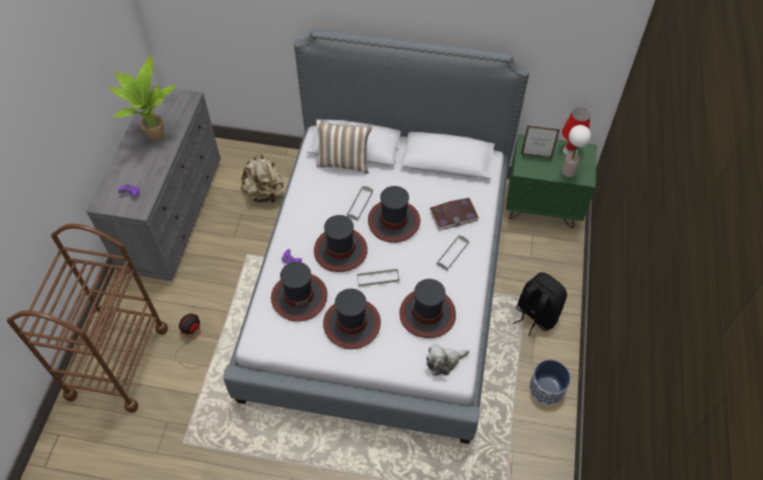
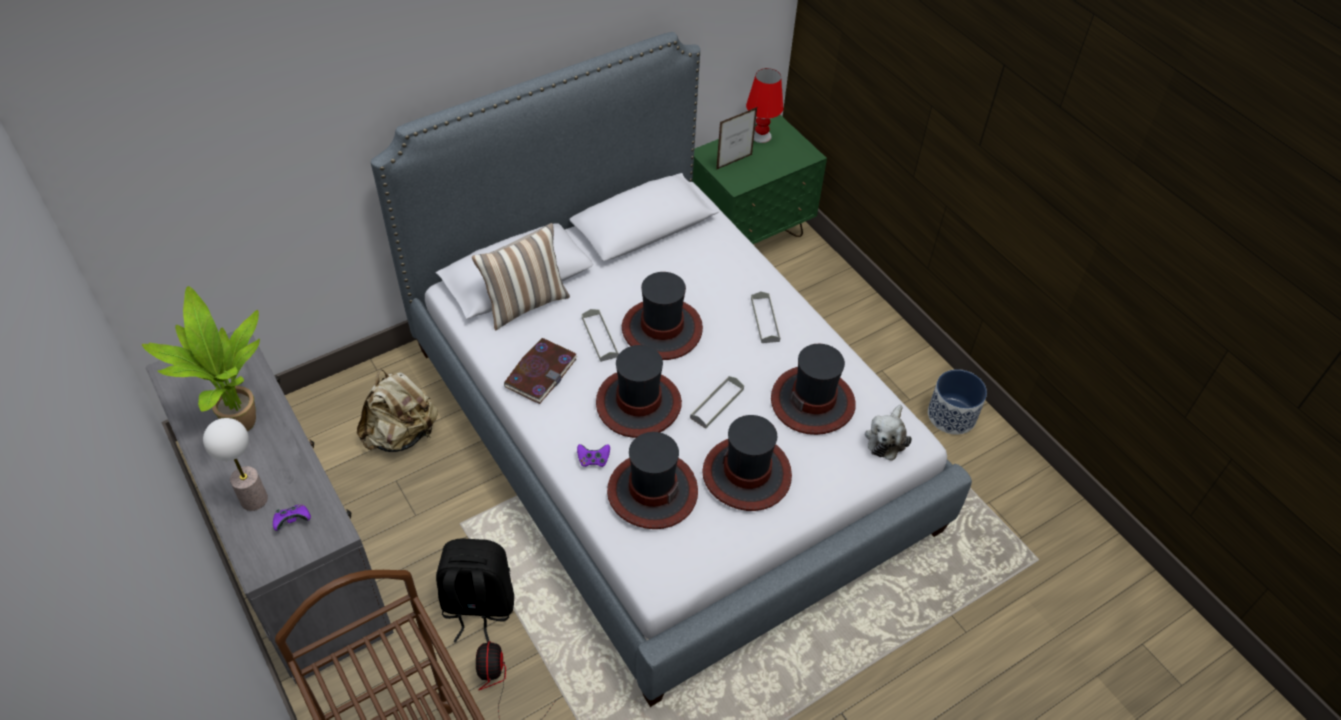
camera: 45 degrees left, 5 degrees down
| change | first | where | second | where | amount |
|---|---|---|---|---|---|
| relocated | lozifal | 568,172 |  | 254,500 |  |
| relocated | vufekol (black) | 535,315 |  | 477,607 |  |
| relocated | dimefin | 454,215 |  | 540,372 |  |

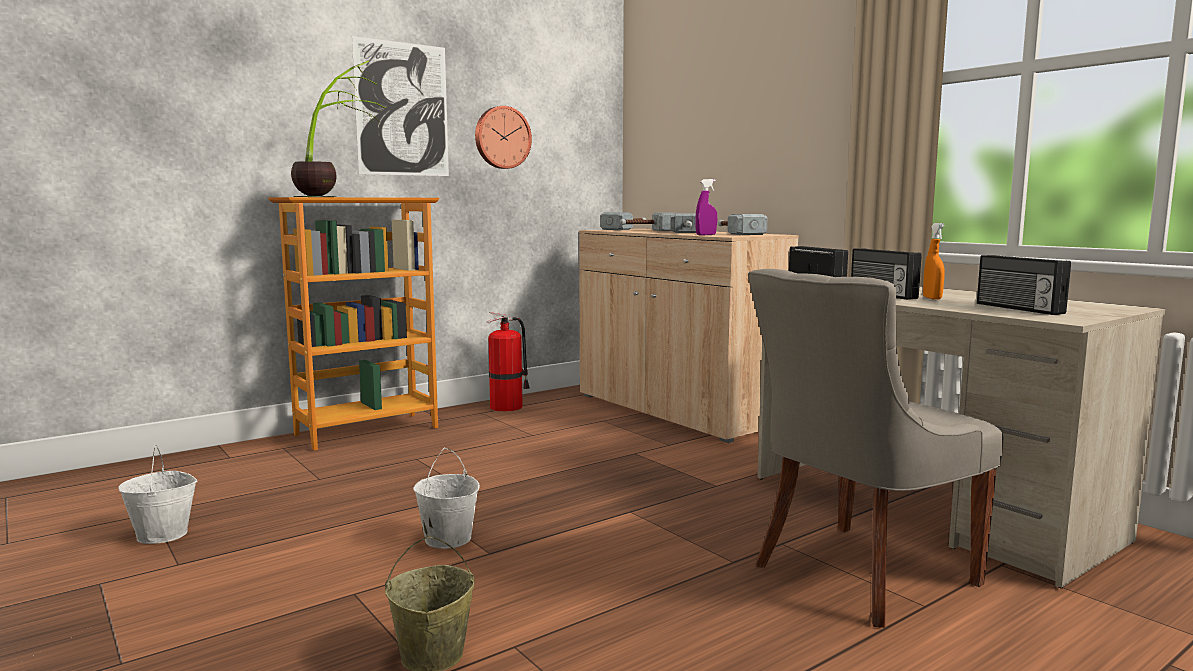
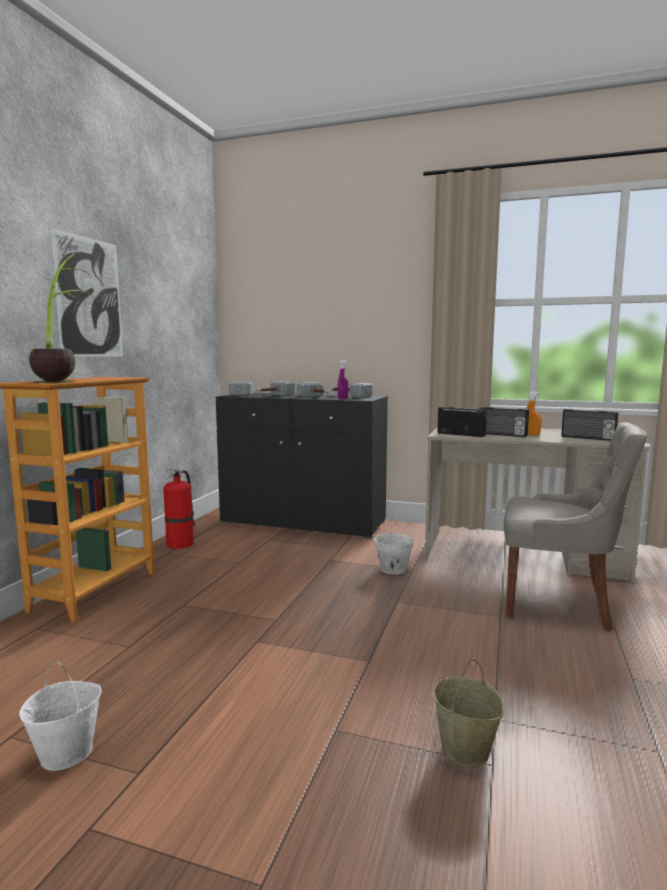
camera: 35 degrees left, 0 degrees up
| change | first | where | second | where | amount |
|---|---|---|---|---|---|
| colour | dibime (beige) | 676,410 | dibime (black) | 303,522 |  |
| relocated | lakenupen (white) | 447,539 |  | 392,569 |  |
| spun | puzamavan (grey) | 858,574 |  | 559,603 | 90 degrees counterclockwise |
| missing | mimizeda | 502,137 |  |  |  |

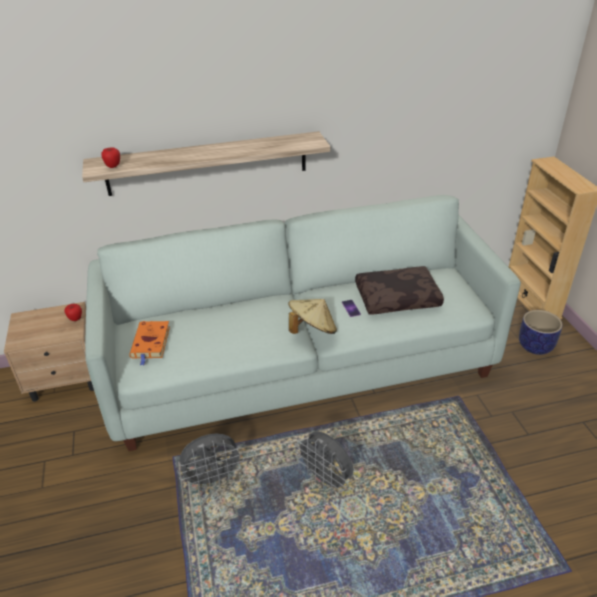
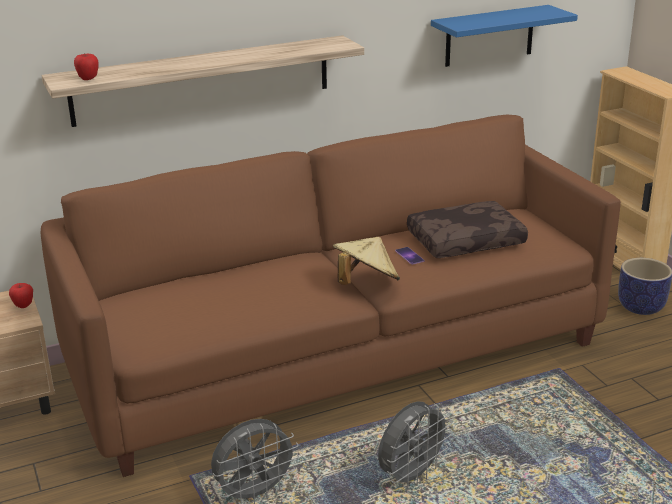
camera: 10 degrees left, 10 degrees down
| change | first | where | second | where | amount |
|---|---|---|---|---|---|
| colour | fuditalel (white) | 300,364 | fuditalel (brown) | 337,355 |  |
| spun | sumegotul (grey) | 326,479 |  | 411,476 | 75 degrees counterclockwise |
| appeared |  |  | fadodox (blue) | 489,36 |  |
| missing | dimefin (orange) | 151,343 |  |  |  |

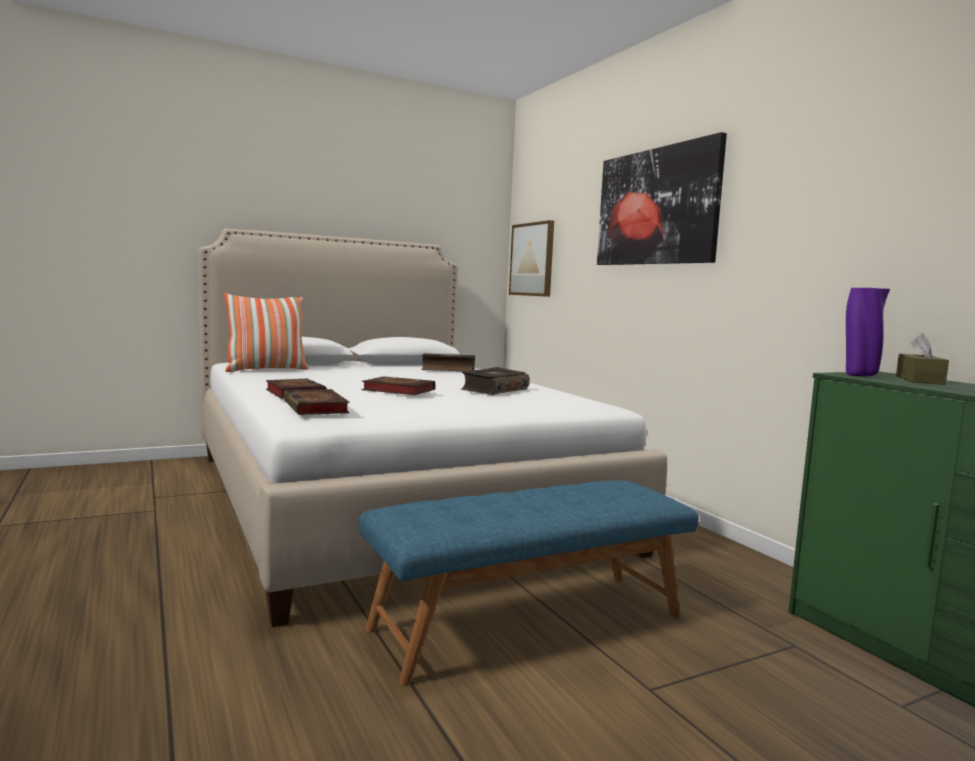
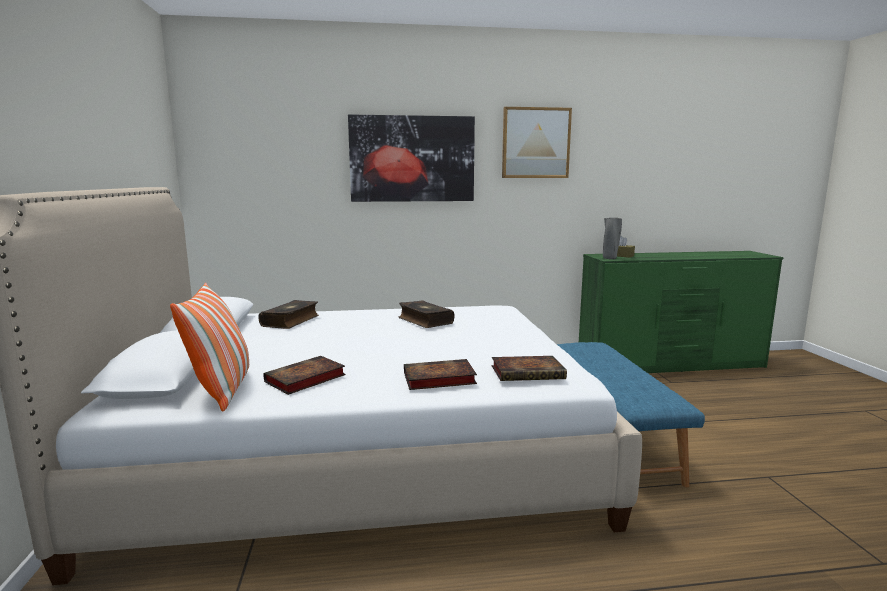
camera: 70 degrees left, 5 degrees up
| change | first | where | second | where | amount |
|---|---|---|---|---|---|
| relocated | dimefin | 396,390 |  | 304,379 |  |
| relocated | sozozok | 532,259 |  | 535,143 |  |
| colour | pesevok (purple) | 859,375 | pesevok (grey) | 610,258 |  |

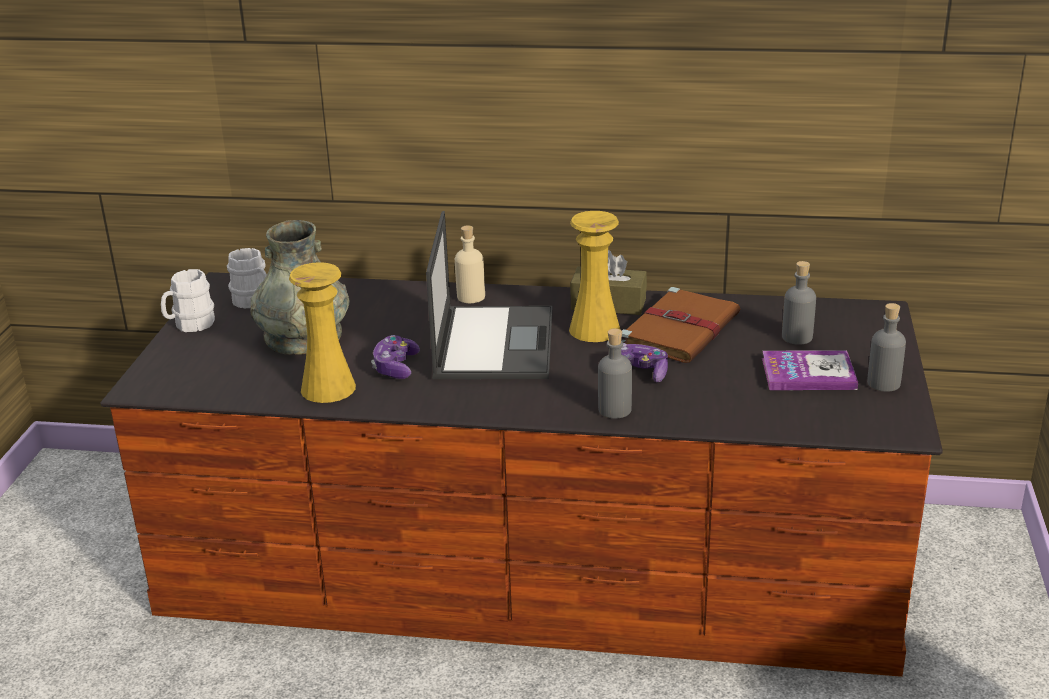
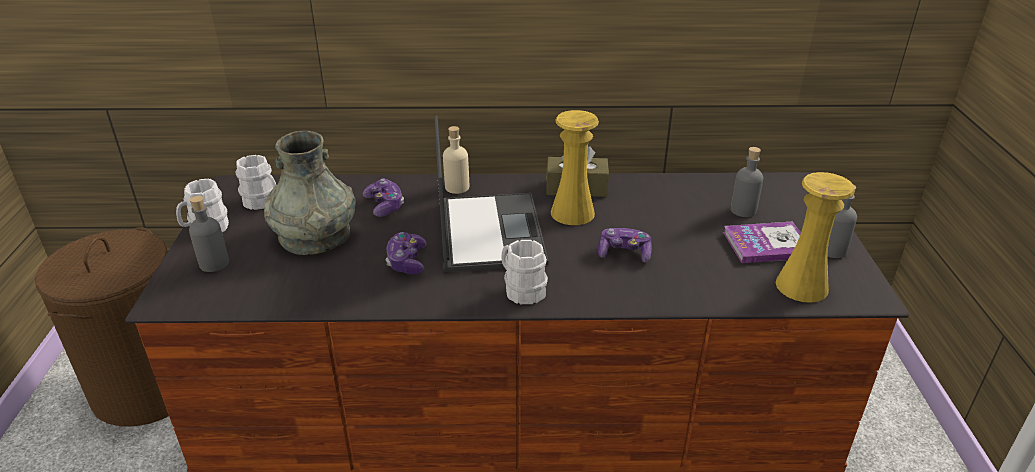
camera: 10 degrees left, 5 degrees up
| change | first | where | second | where | amount |
|---|---|---|---|---|---|
| appeared |  |  | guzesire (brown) | 149,387 |  |
| relocated | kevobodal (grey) | 614,410 |  | 214,263 |  |
| appeared |  |  | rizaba | 385,205 |  |
| appeared |  |  | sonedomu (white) | 521,289 |  |
| relocated | pesevok (yellow) | 328,388 |  | 801,286 |  |
| missing | dimefin (brown) | 681,329 |  |  |  |

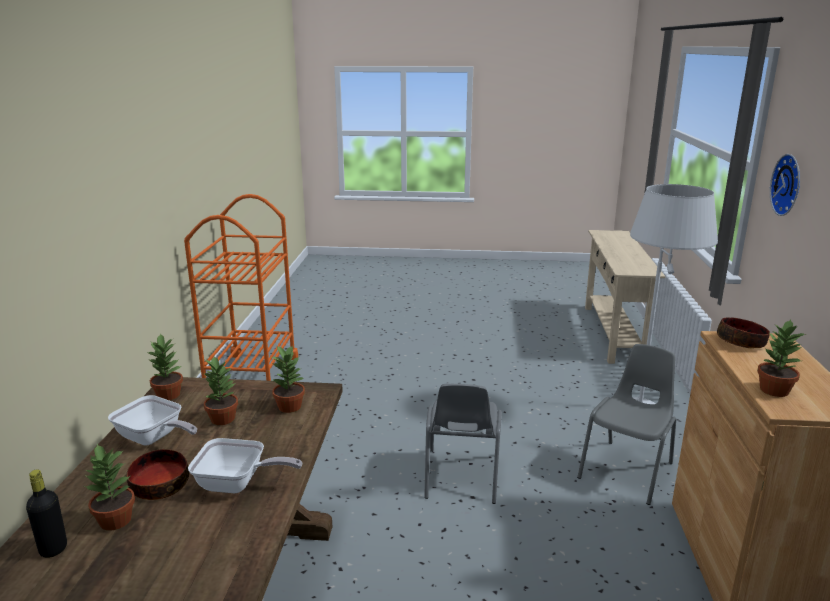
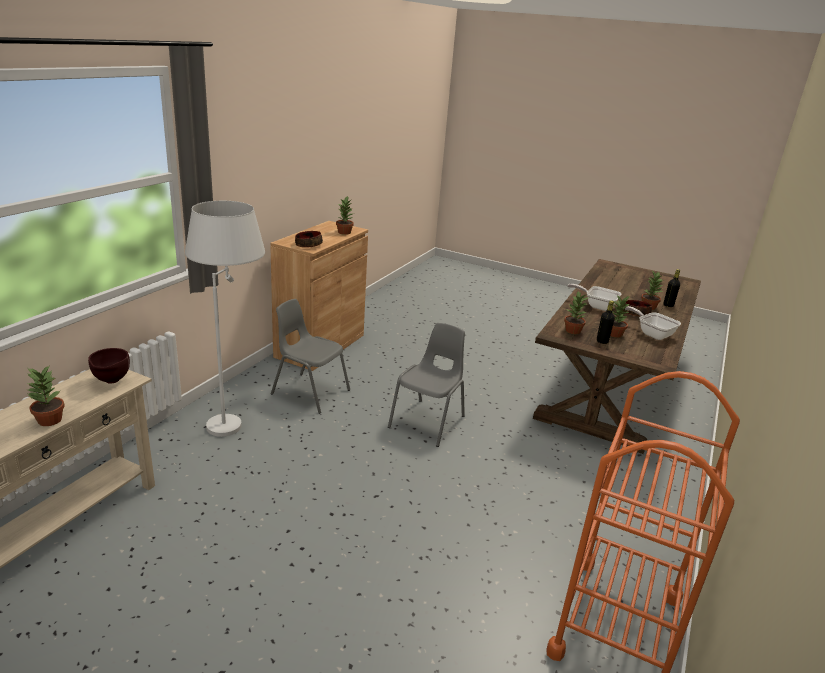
camera: 160 degrees left, 5 degrees up
| change | first | where | second | where | amount |
|---|---|---|---|---|---|
| relocated | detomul | 169,395 |  | 49,420 |  |
| appeared |  |  | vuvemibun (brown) | 111,381 |  |
| spun | puzamavan (grey) | 628,470 |  | 309,392 | 60 degrees clockwise |
| appeared |  |  | kevobodal (black) | 602,341 |  |
| missing | mimizeda | 789,185 |  |  |  |

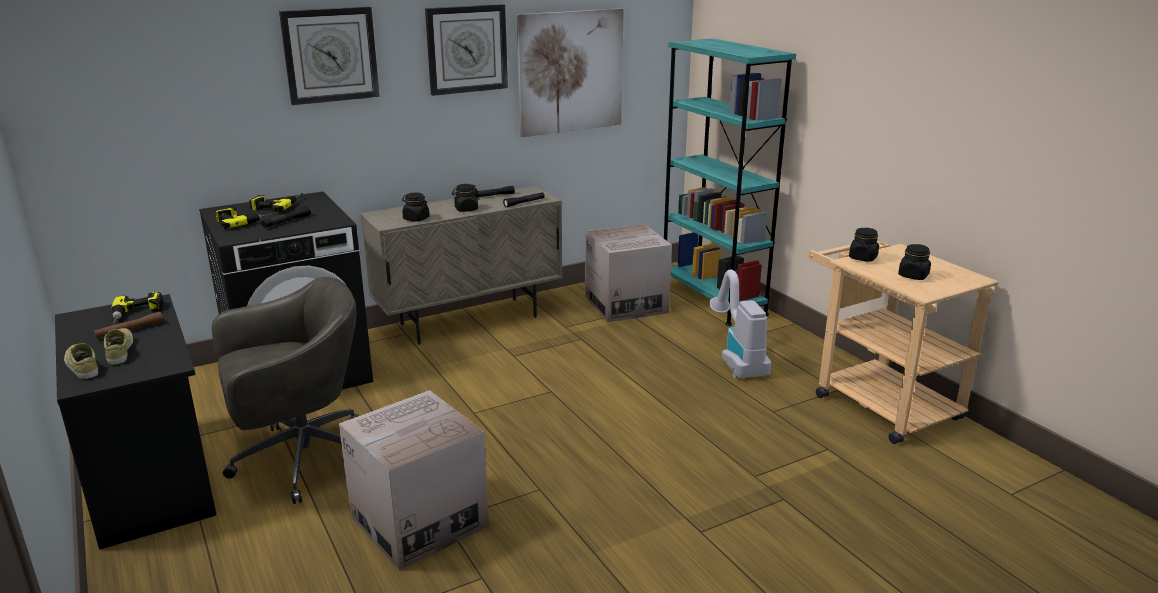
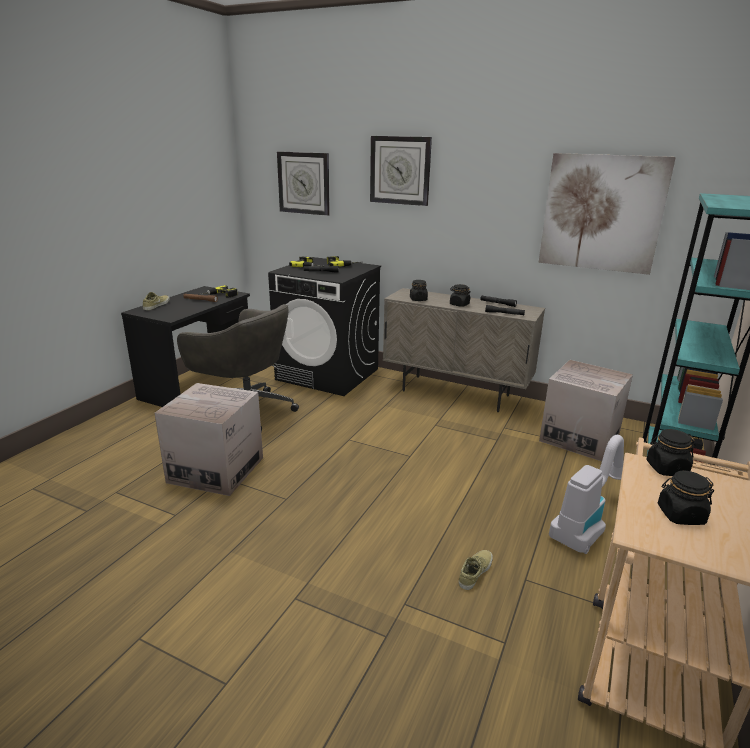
camera: 55 degrees right, 0 degrees up
| change | first | where | second | where | amount |
|---|---|---|---|---|---|
| relocated | mimizeda | 467,49 |  | 304,183 |  |
| relocated | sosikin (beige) | 118,351 |  | 474,572 |  |

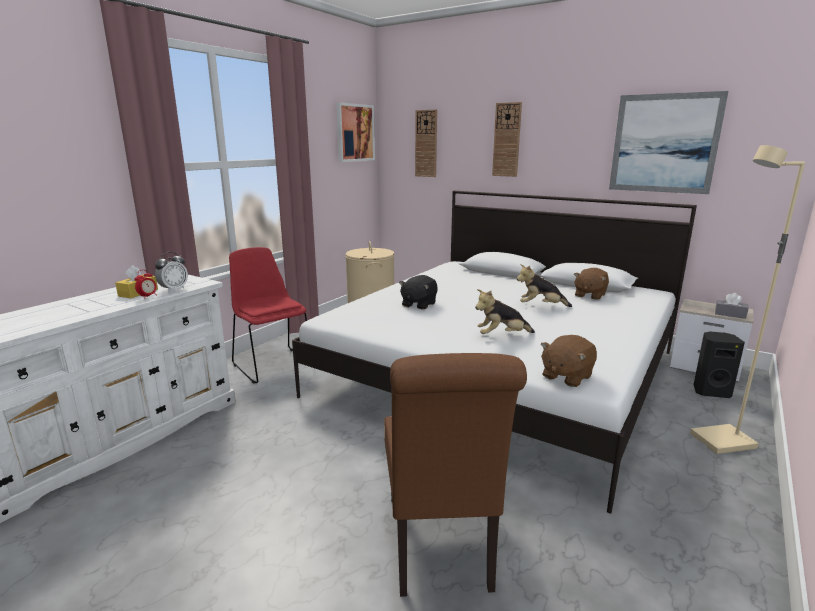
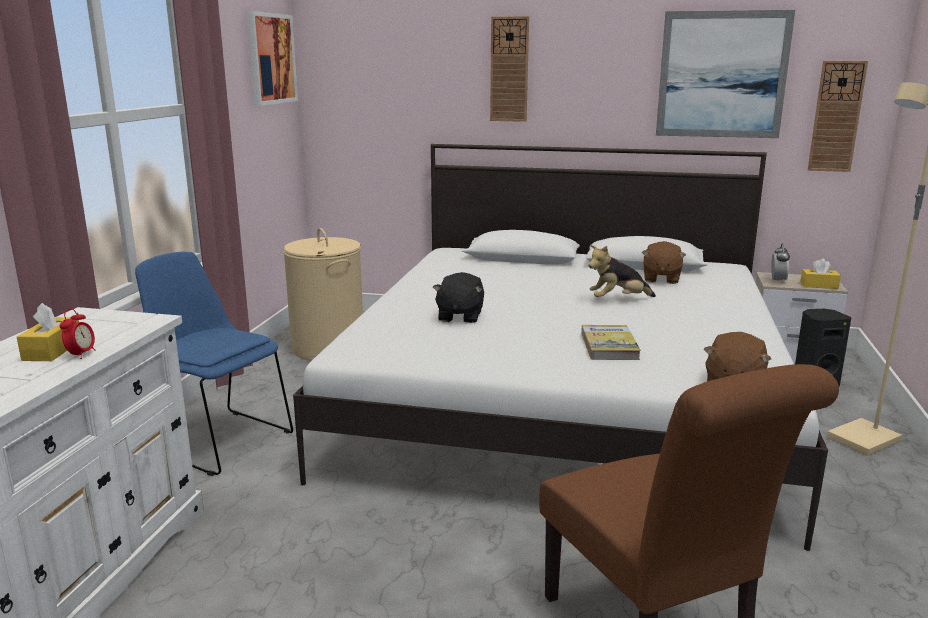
camera: 20 degrees left, 0 degrees up
| change | first | where | second | where | amount |
|---|---|---|---|---|---|
| colour | puzamavan (red) | 272,364 | puzamavan (blue) | 219,440 |  |
| exchanged | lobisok | 502,336 | dimefin | 609,346 |  |
| relocated | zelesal | 174,289 |  | 777,281 |  |
| colour | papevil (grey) | 730,314 | papevil (yellow) | 819,285 |  |
| relocated | mimizeda | 426,143 |  | 836,116 |  |

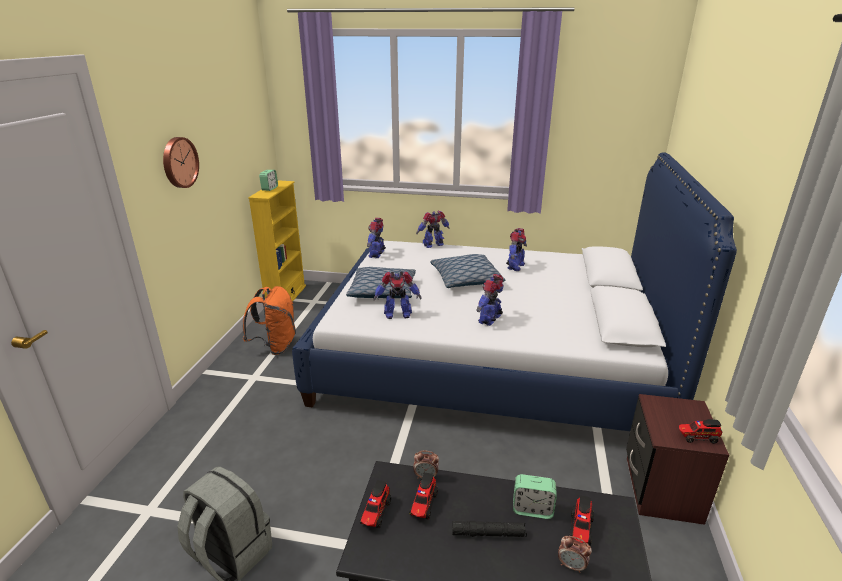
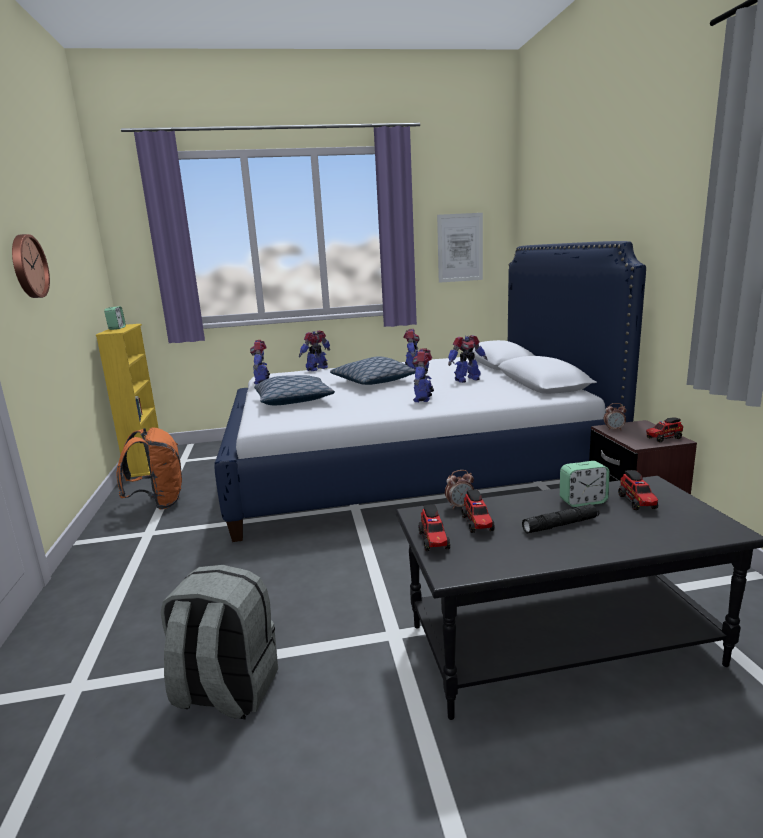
camera: 20 degrees left, 10 degrees down
| change | first | where | second | where | amount |
|---|---|---|---|---|---|
| appeared |  |  | sozozok | 460,248 |  |
| relocated | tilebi | 397,314 |  | 466,380 |  |
| relocated | zelesal | 571,566 |  | 614,429 |  |

